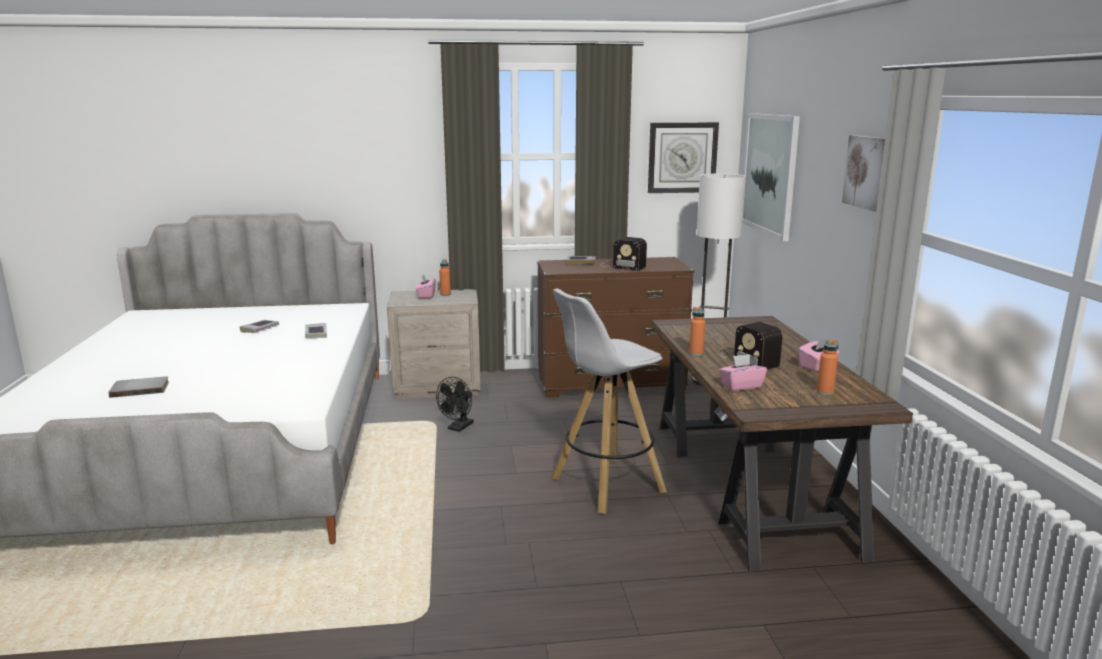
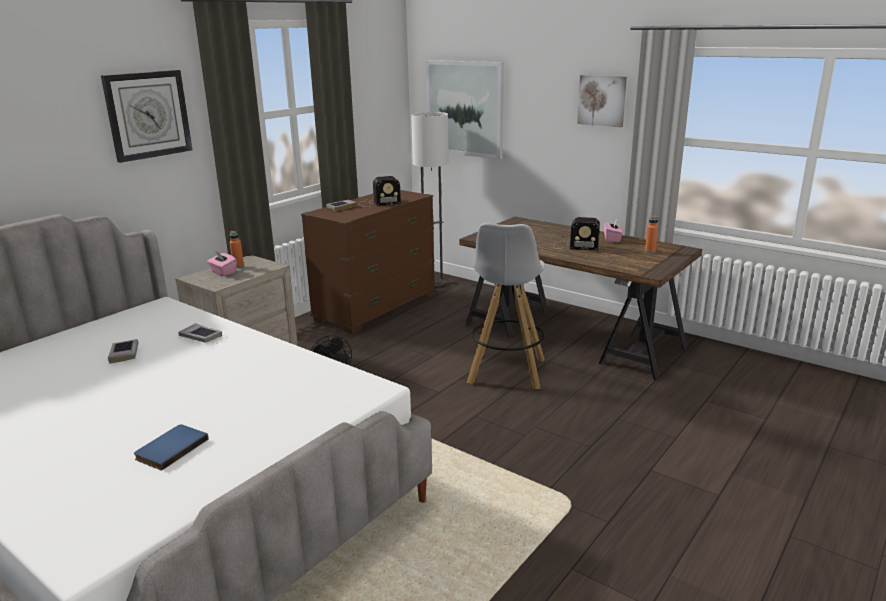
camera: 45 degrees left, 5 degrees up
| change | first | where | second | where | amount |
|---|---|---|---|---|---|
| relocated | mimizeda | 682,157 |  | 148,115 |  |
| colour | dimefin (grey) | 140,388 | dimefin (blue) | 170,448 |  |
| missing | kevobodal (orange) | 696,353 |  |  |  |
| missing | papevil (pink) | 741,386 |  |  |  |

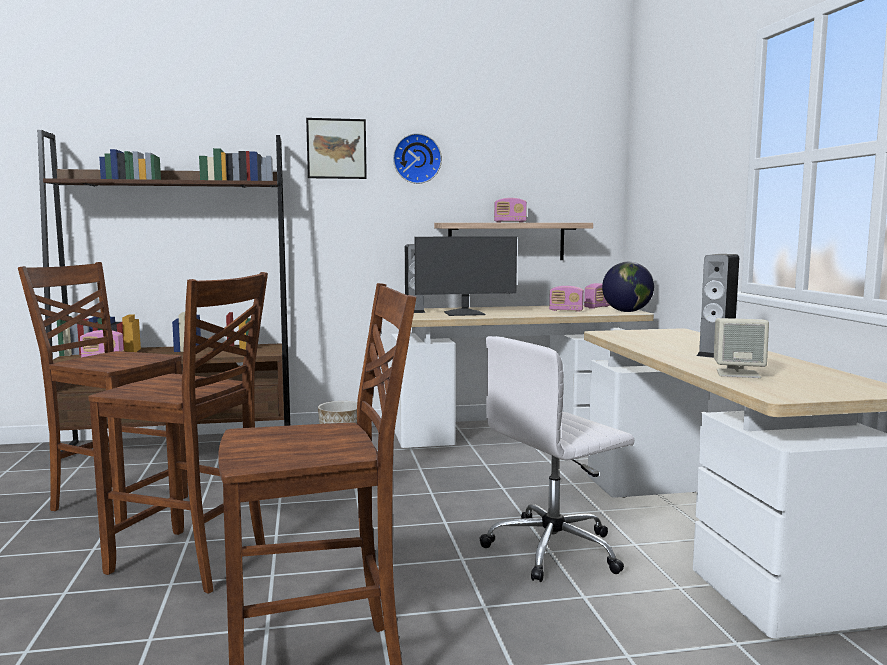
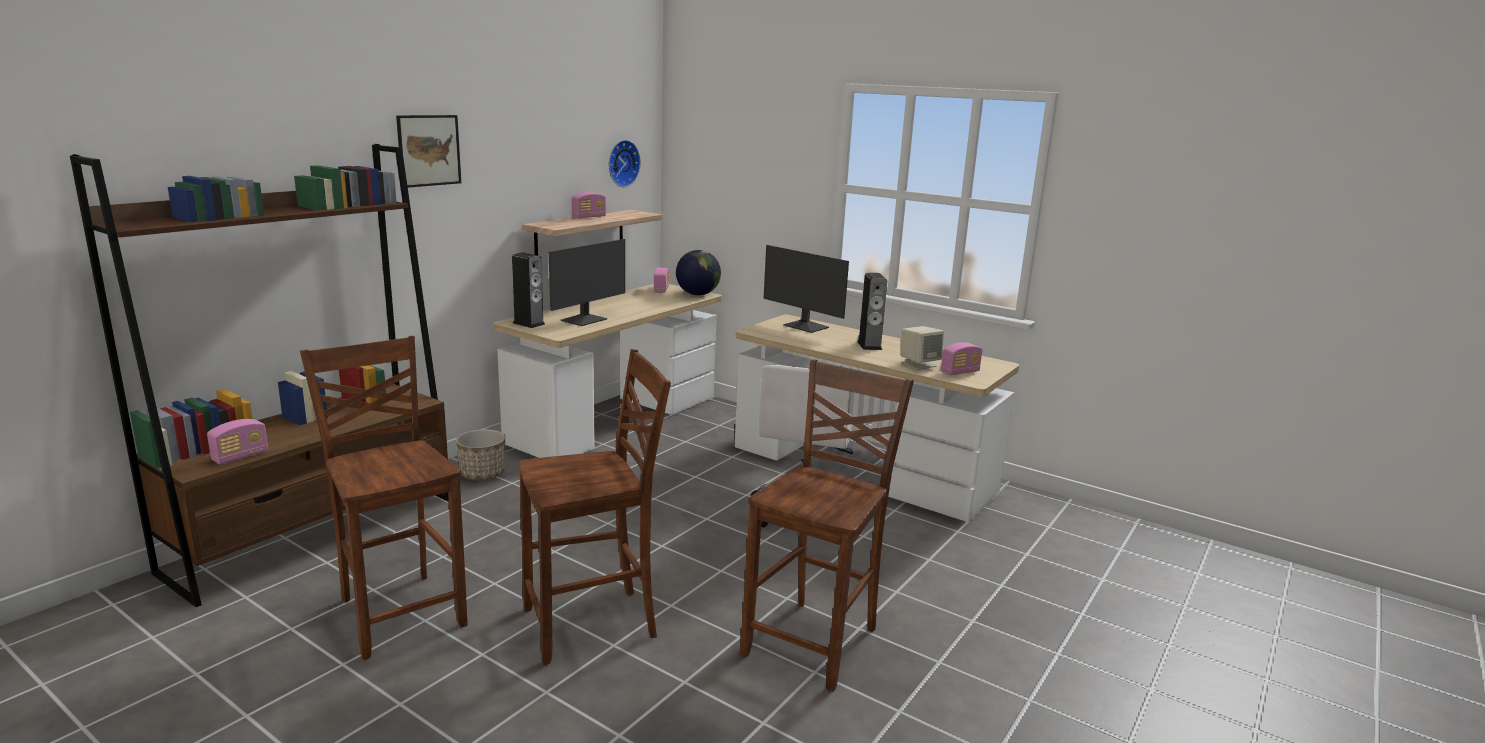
camera: 45 degrees left, 10 degrees up
| change | first | where | second | where | amount |
|---|---|---|---|---|---|
| spun | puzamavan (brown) | 117,504 |  | 401,612 | 75 degrees clockwise |
| relocated | mimizeda | 416,159 |  | 621,163 |  |
| appeared |  |  | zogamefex | 805,326 |  |
| relocated | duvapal | 566,310 |  | 960,372 |  |

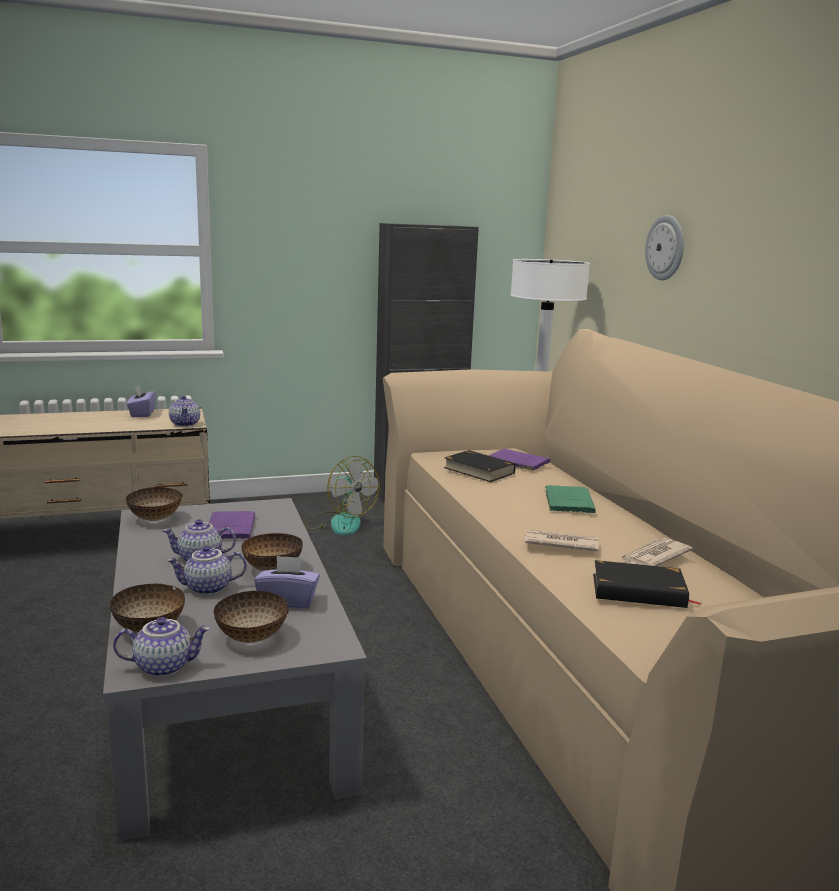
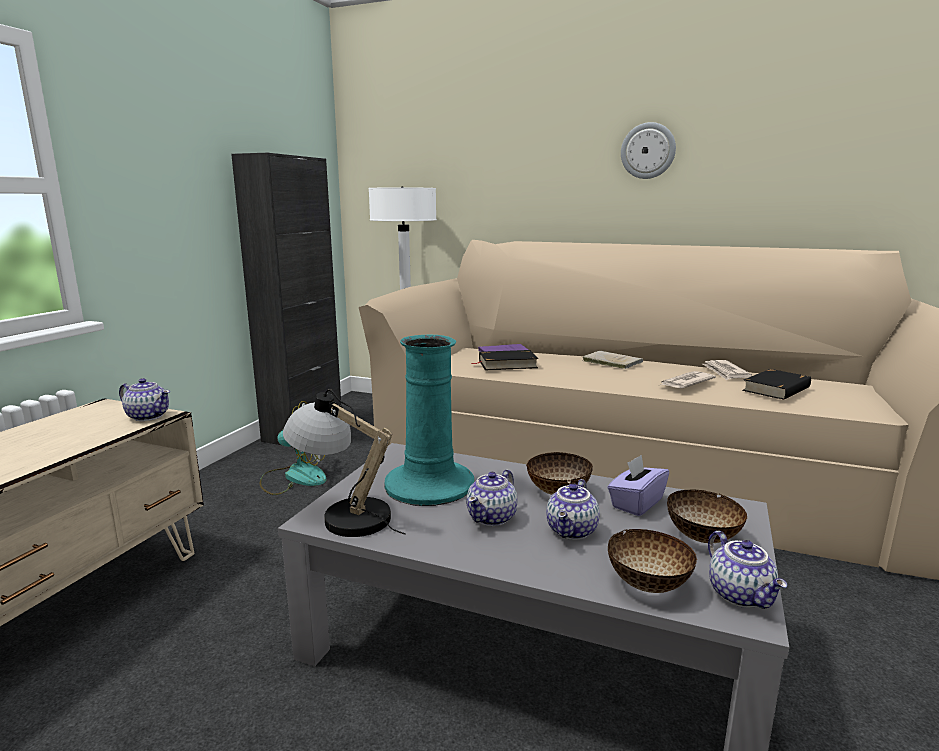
camera: 50 degrees left, 0 degrees up
| change | first | where | second | where | amount |
|---|---|---|---|---|---|
| exchanged | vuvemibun | 154,519 | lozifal | 343,515 |  |
| exchanged | dimefin (purple) | 231,527 | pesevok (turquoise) | 428,484 |  |
| colour | dimefin (green) | 568,501 | dimefin (beige) | 610,362 |  |
| relocated | mimizeda | 666,248 |  | 648,151 |  |
| spun | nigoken | 164,666 |  | 741,595 | 135 degrees clockwise |
| missing | papevil (purple) | 142,413 |  |  |  |

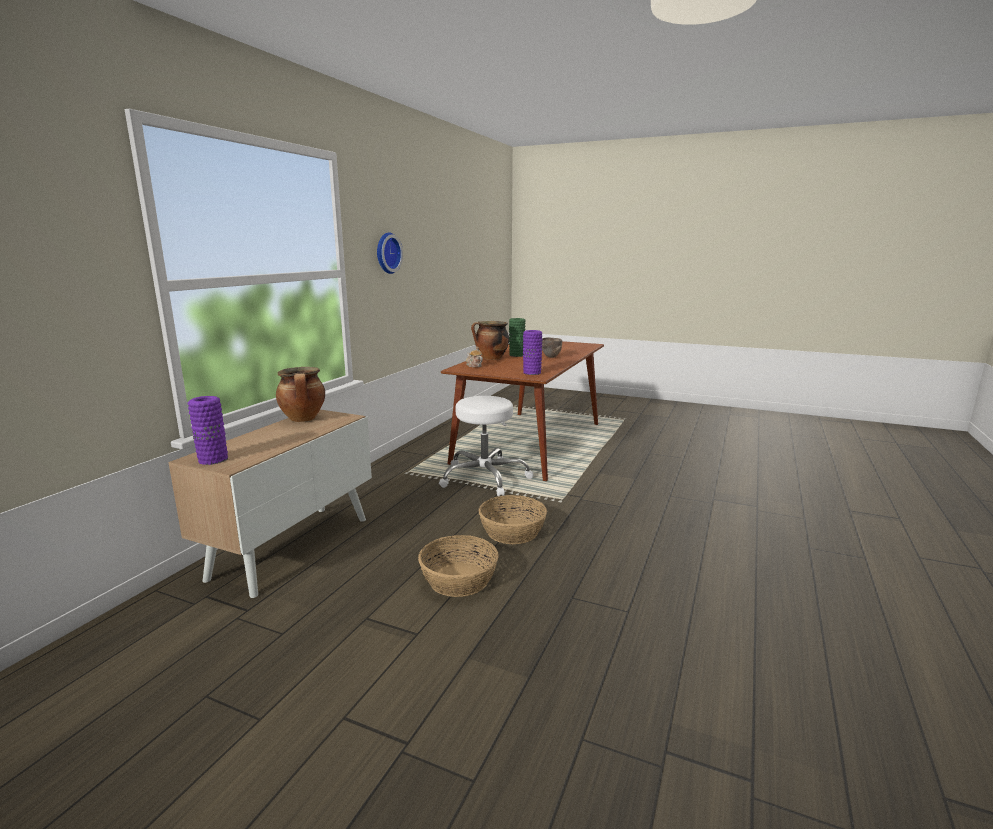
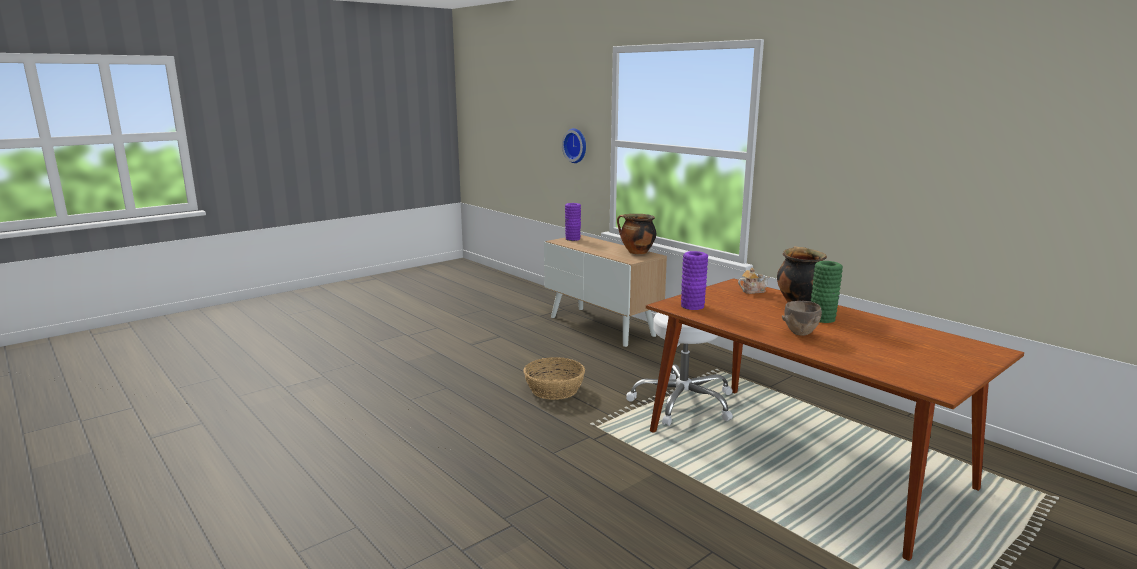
camera: 115 degrees right, 0 degrees up
| change | first | where | second | where | amount |
|---|---|---|---|---|---|
| relocated | mimizeda | 386,253 |  | 576,145 |  |
| missing | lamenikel | 459,579 |  |  |  |

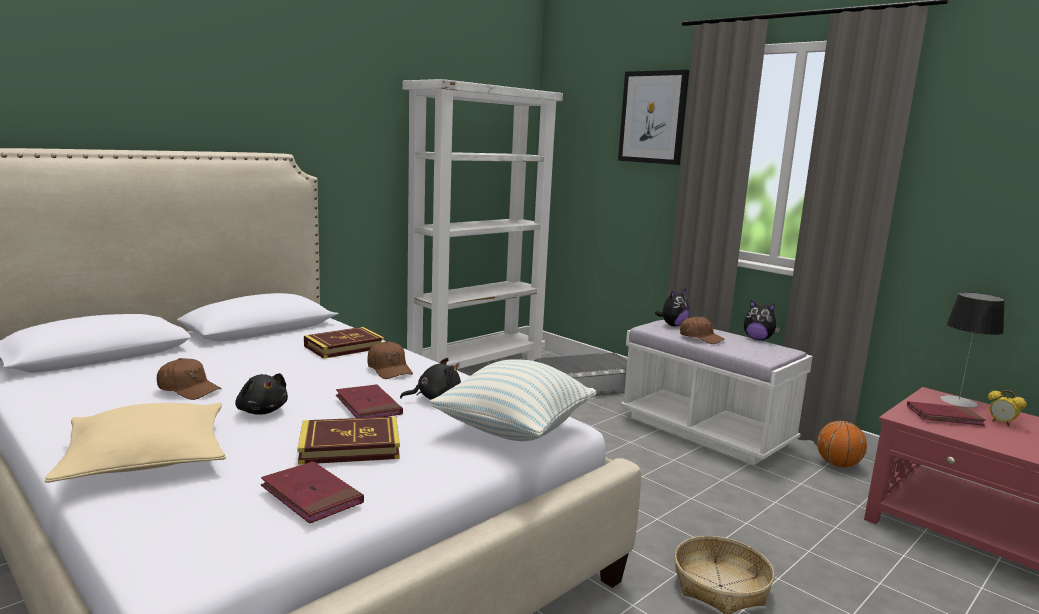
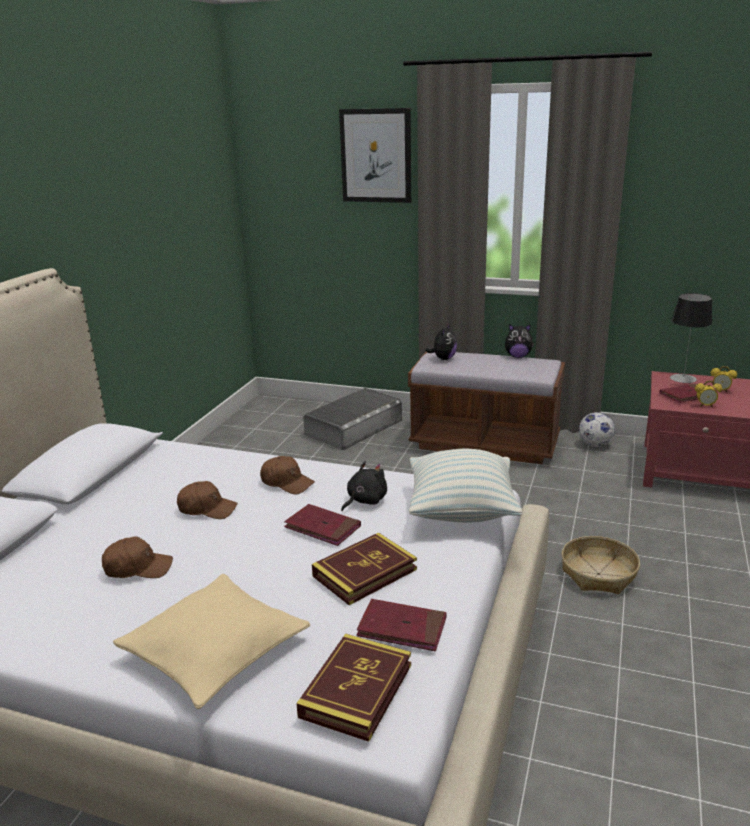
camera: 25 degrees left, 10 degrees up
| change | first | where | second | where | amount |
|---|---|---|---|---|---|
| relocated | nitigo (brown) | 700,338 |  | 207,509 |  |
| relocated | dimefin | 344,347 |  | 356,690 |  |
| colour | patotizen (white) | 705,431 | patotizen (brown) | 484,444 |  |
| exchanged | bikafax | 838,465 | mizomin | 595,445 |  |
| appeared |  |  | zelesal | 705,406 |  |
| missing | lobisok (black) | 262,411 |  |  |  |
| missing | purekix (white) | 477,368 |  |  |  |

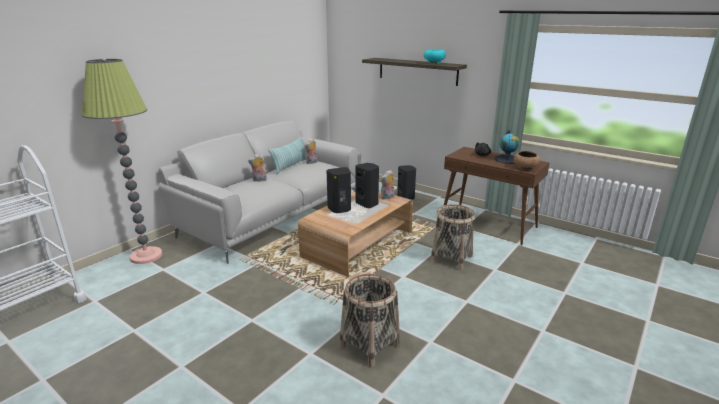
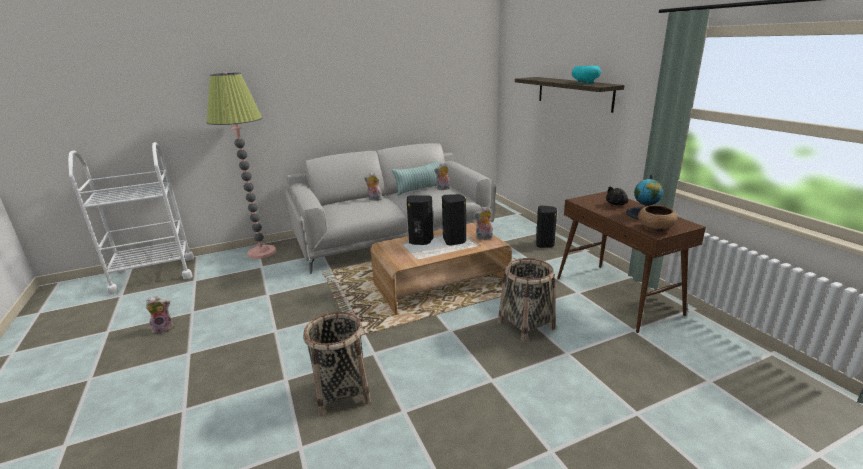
camera: 30 degrees right, 0 degrees up
| change | first | where | second | where | amount |
|---|---|---|---|---|---|
| appeared |  |  | lobisok | 164,328 |  |

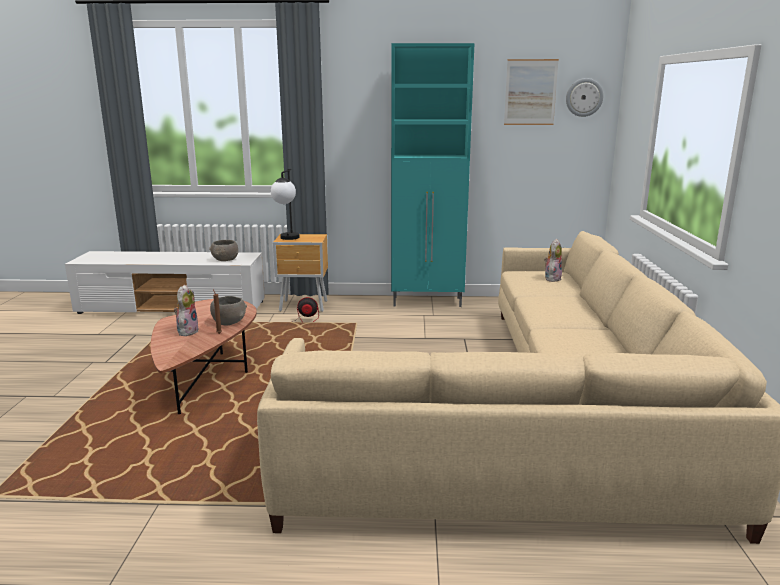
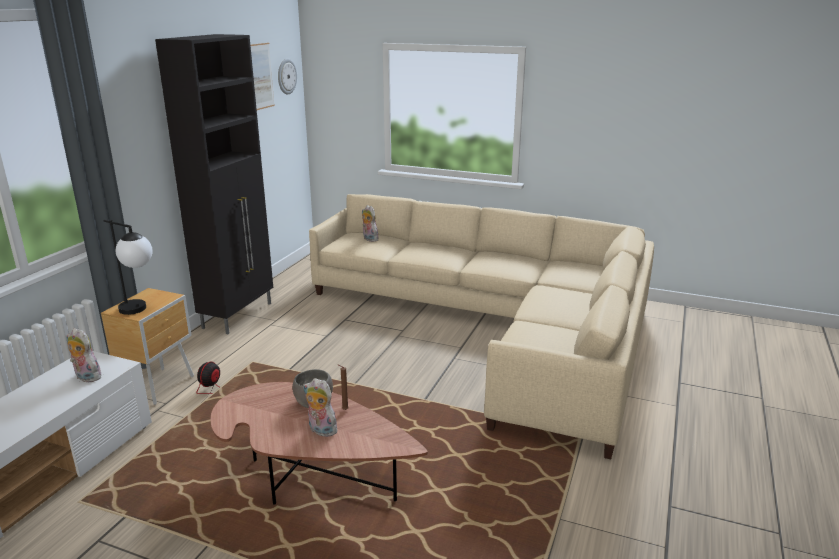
camera: 70 degrees left, 5 degrees up
| change | first | where | second | where | amount |
|---|---|---|---|---|---|
| exchanged | vuvemibun (grey) | 225,260 | lobisok | 86,377 |  |
| colour | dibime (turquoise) | 428,302 | dibime (black) | 239,315 |  |

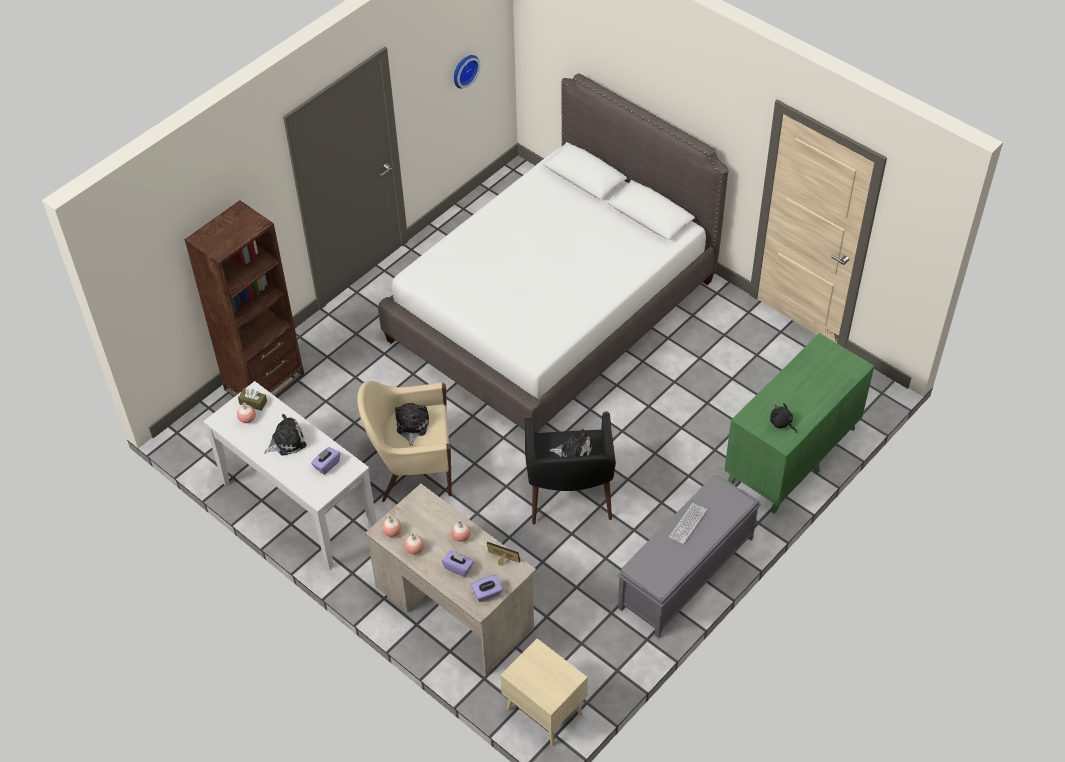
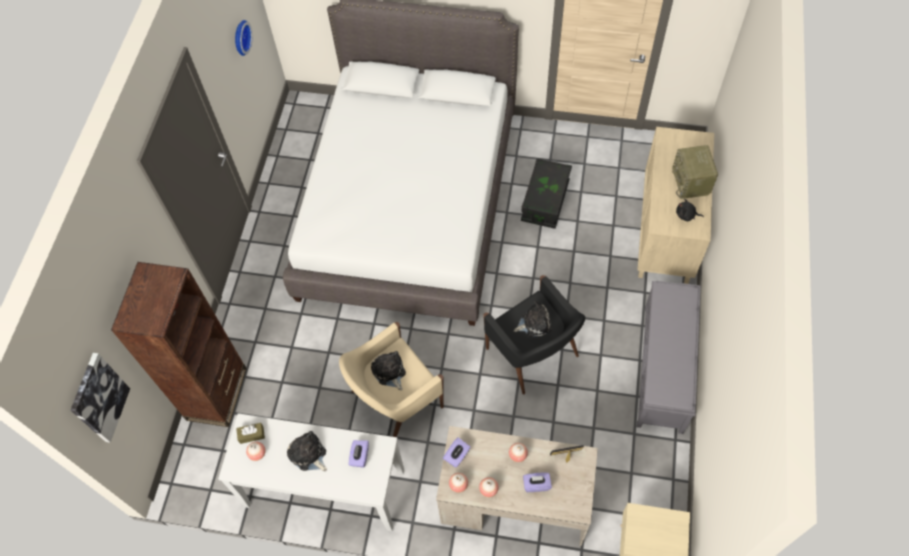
camera: 30 degrees left, 10 degrees up
| change | first | where | second | where | amount |
|---|---|---|---|---|---|
| appeared |  |  | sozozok | 99,398 |  |
| spun | lobisok | 286,441 |  | 308,455 | 75 degrees counterclockwise |
| relocated | papevil (purple) | 487,593 |  | 457,456 |  |
| appeared |  |  | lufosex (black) | 545,201 |  |
| colour | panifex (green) | 791,455 | panifex (beige) | 666,230 |  |
| appeared |  |  | duvapal | 691,183 |  |
| missing | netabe | 687,524 |  |  |  |

